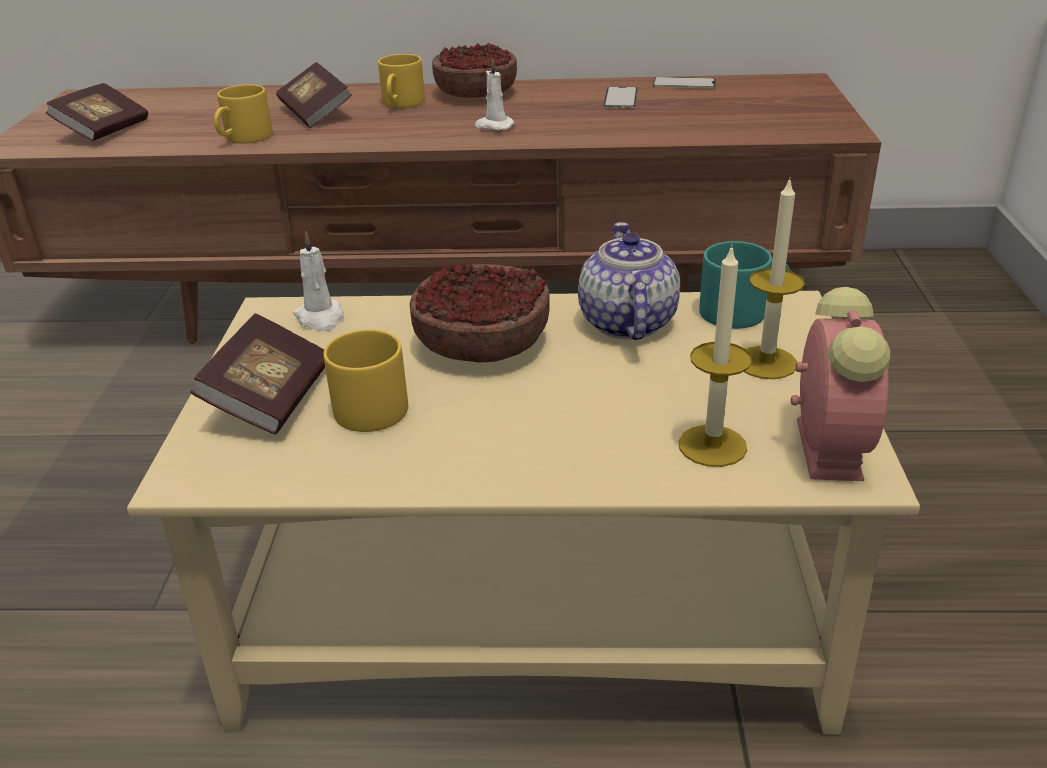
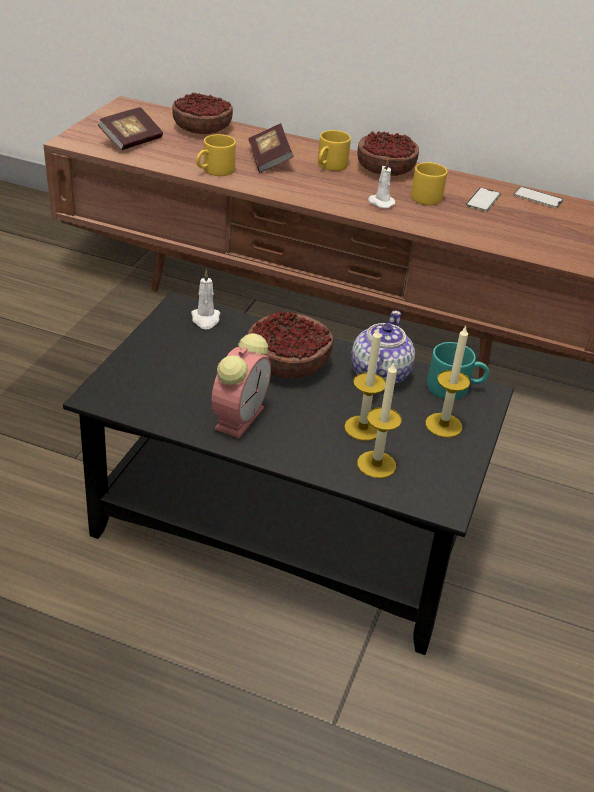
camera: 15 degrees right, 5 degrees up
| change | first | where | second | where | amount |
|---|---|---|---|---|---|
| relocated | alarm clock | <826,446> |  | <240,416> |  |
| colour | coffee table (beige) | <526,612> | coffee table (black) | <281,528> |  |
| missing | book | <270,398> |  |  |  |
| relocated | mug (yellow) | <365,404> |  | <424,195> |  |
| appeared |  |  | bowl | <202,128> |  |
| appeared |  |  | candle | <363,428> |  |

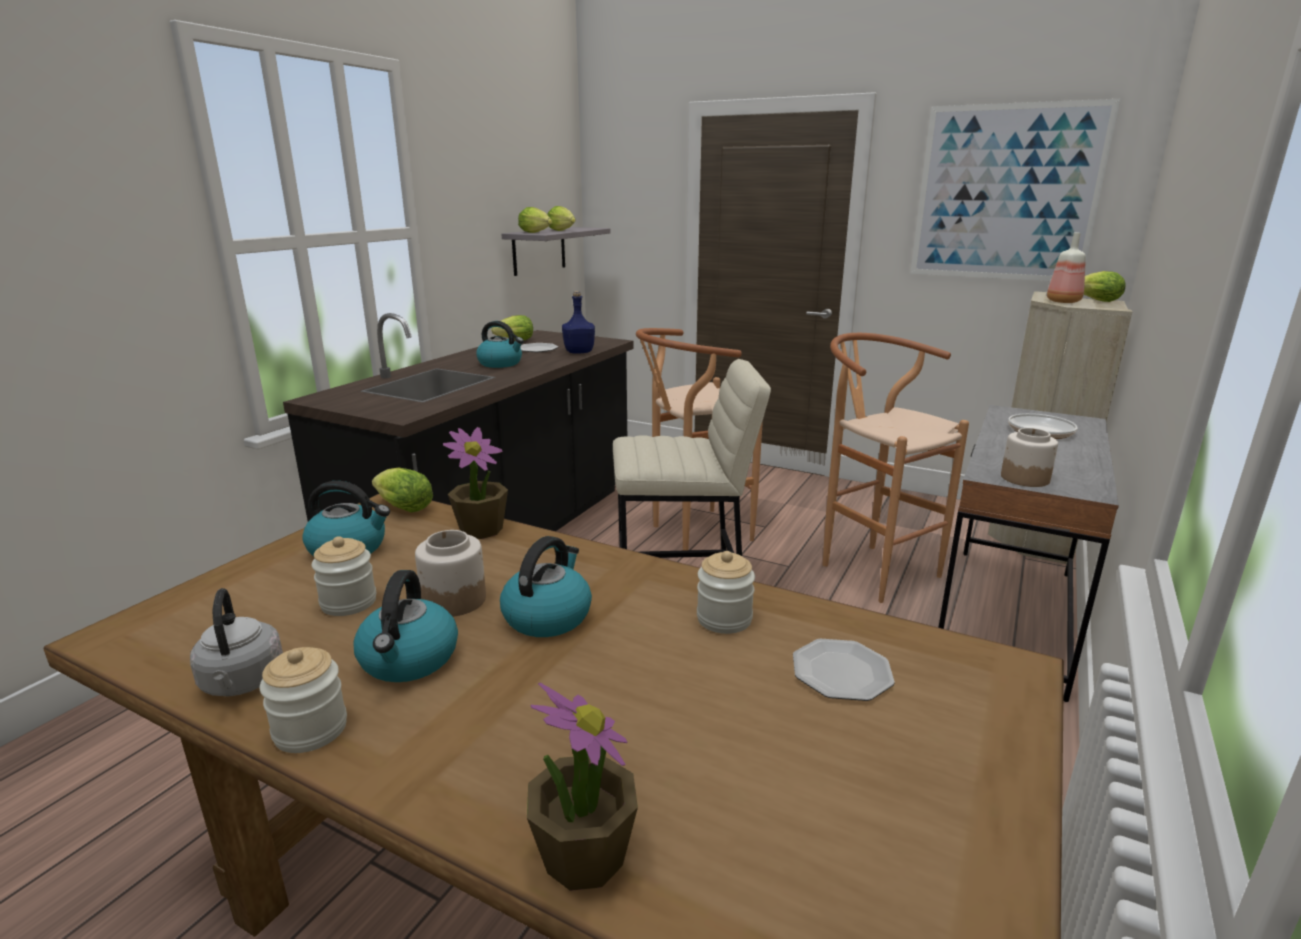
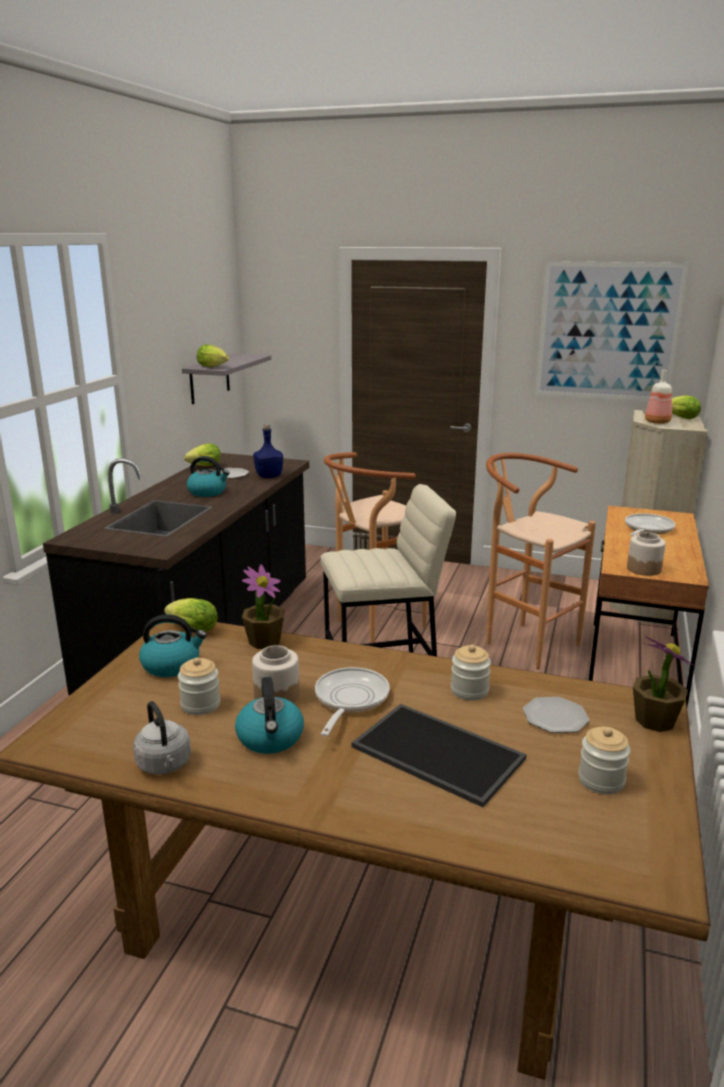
camera: 10 degrees left, 0 degrees up
| change | first | where | second | where | amount |
|---|---|---|---|---|---|
| missing | lettuce | <563,231> |  |  |  |
| colour | desk (grey) | <1006,616> | desk (brown) | <632,671> |  |
| exchanged | kettle | <547,616> | frying pan | <349,700> |  |
| relocated | jar | <310,730> |  | <601,780> |  |
| relocated | potted plant | <583,855> |  | <654,720> |  |
| appeared |  |  | tray | <435,753> |  |

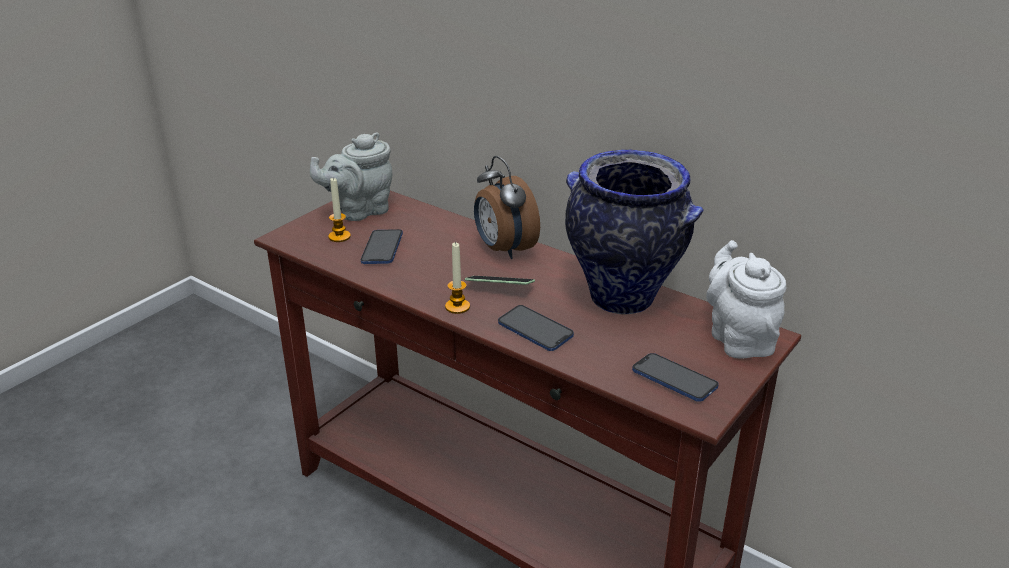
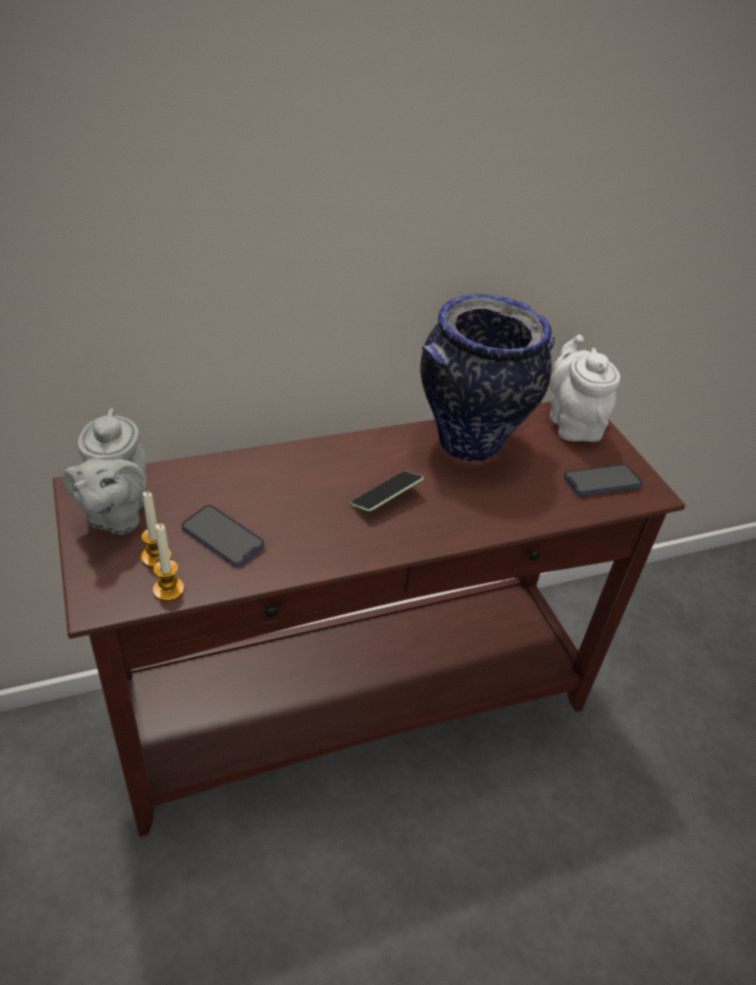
camera: 60 degrees left, 10 degrees up
| change | first | where | second | where | amount |
|---|---|---|---|---|---|
| missing | alarm clock | <503,249> |  |  |  |
| spun | teapot (white) | <738,338> |  | <572,423> | 60 degrees clockwise |
| relocated | candle | <457,307> |  | <168,590> |  |
| missing | phone | <535,330> |  |  |  |

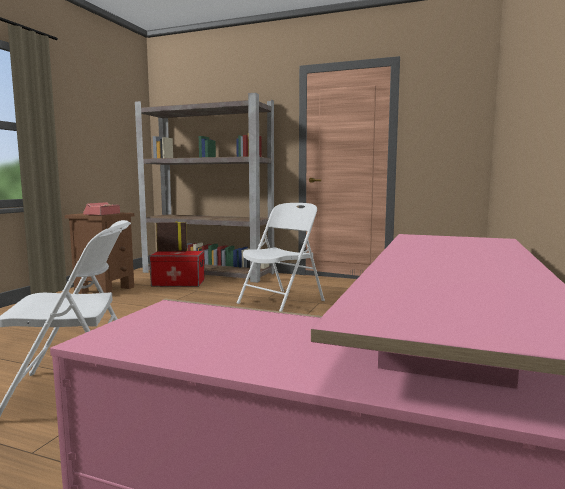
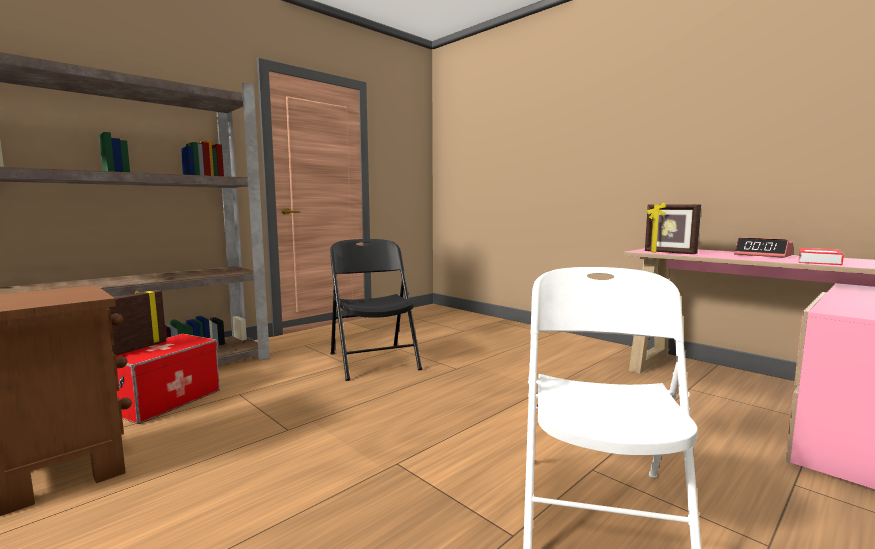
camera: 65 degrees left, 0 degrees up
| change | first | where | second | where | amount |
|---|---|---|---|---|---|
| relocated | alarm clock | <102,214> |  | <763,255> |  |
| colour | chair (white) | <281,302> | chair (black) | <374,361> |  |
| appeared |  |  | picture frame | <669,253> |  |
| appeared |  |  | book | <818,261> |  |

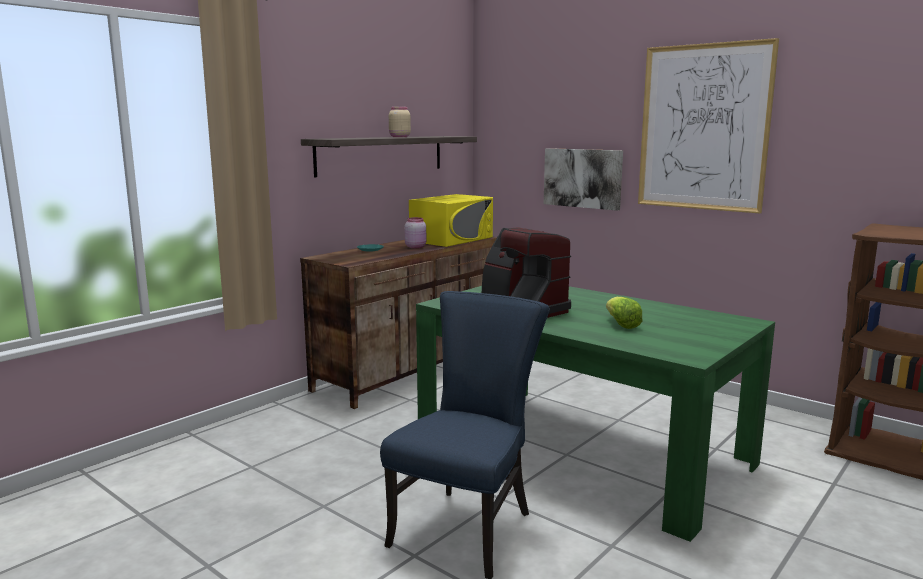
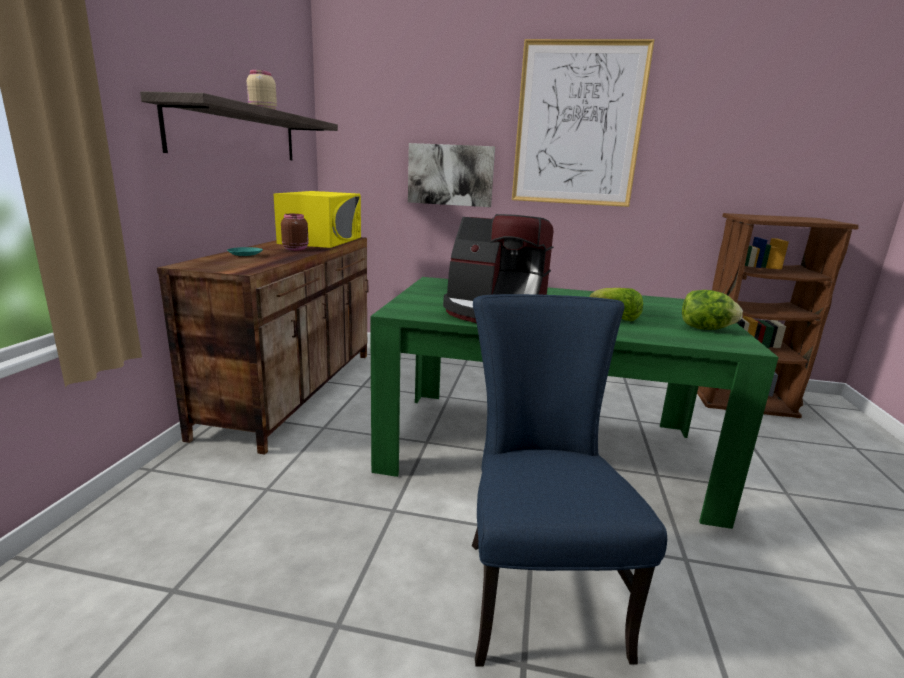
camera: 30 degrees left, 5 degrees up
| change | first | where | second | where | amount |
|---|---|---|---|---|---|
| colour | jar (pink) | <416,247> | jar (brown) | <295,249> |  |
| appeared |  |  | lettuce | <705,329> |  |

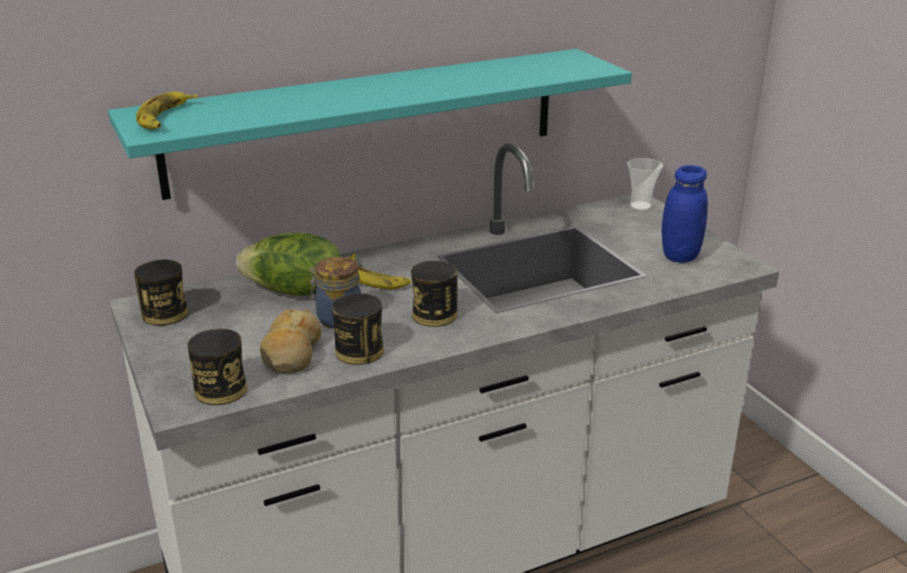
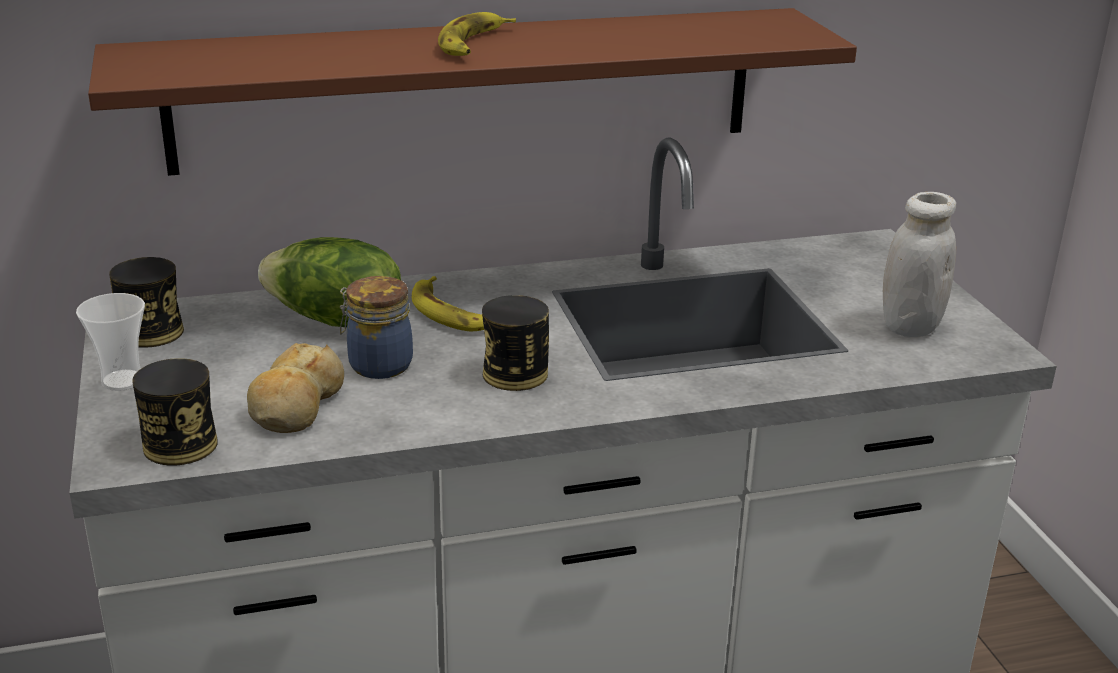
camera: 10 degrees right, 0 degrees up
| change | first | where | second | where | amount |
|---|---|---|---|---|---|
| colour | shelf (turquoise) | <367,121> | shelf (brown) | <467,89> |  |
| relocated | banana | <165,117> |  | <473,44> |  |
| relocated | cup | <640,206> |  | <122,381> |  |
| colour | jar (blue) | <680,255> | jar (white) | <910,326> |  |
| missing | can | <359,351> |  |  |  |

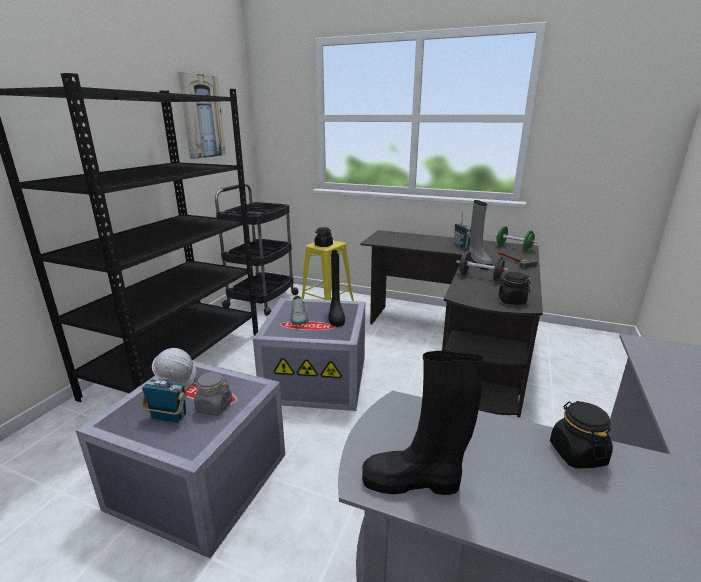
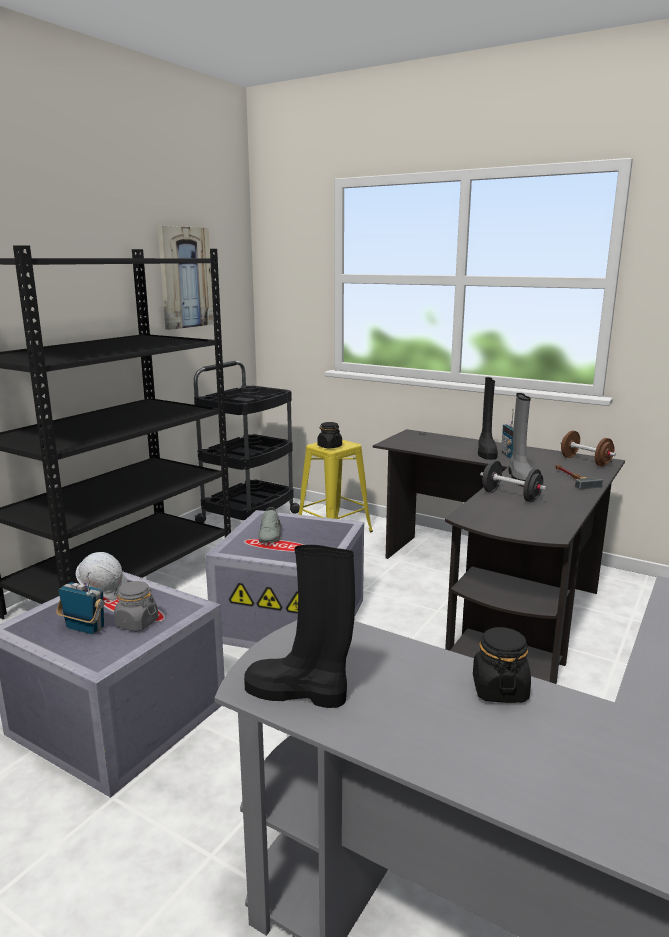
camera: 10 degrees right, 5 degrees down
| change | first | where | second | where | amount |
|---|---|---|---|---|---|
| colour | dumbbell (green) | <513,248> | dumbbell (brown) | <585,461> |  |
| relocated | boot (black) | <336,316> |  | <486,452> |  |
| missing | jar (black) | <511,301> |  |  |  |

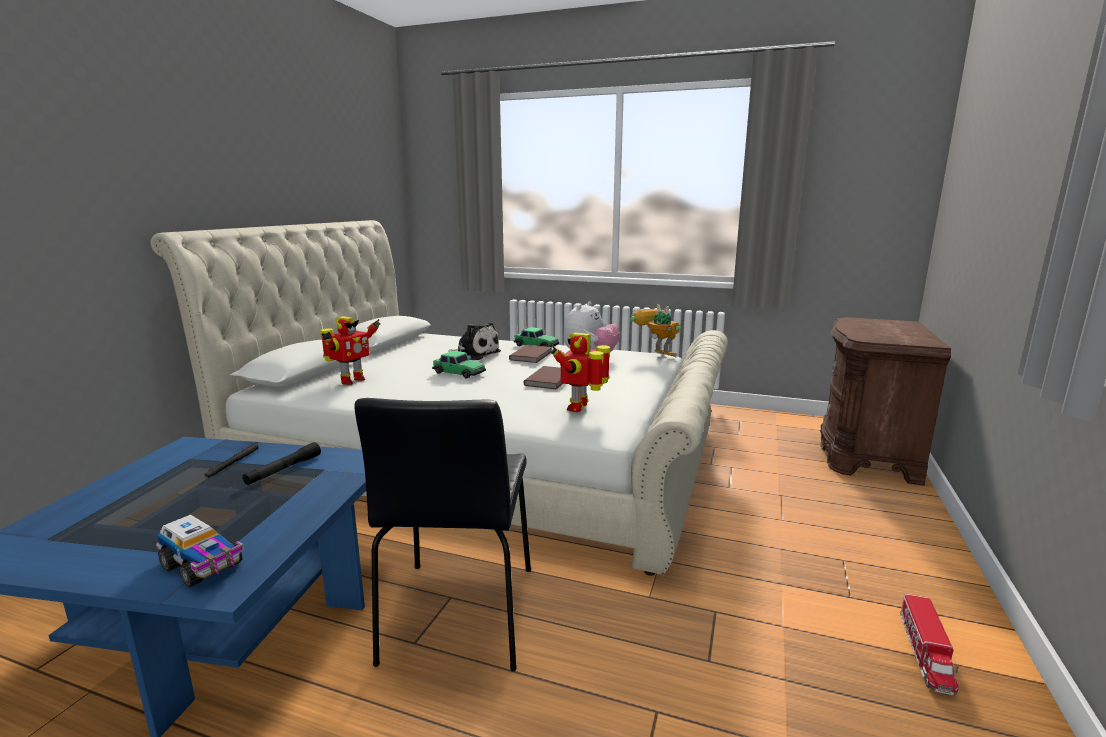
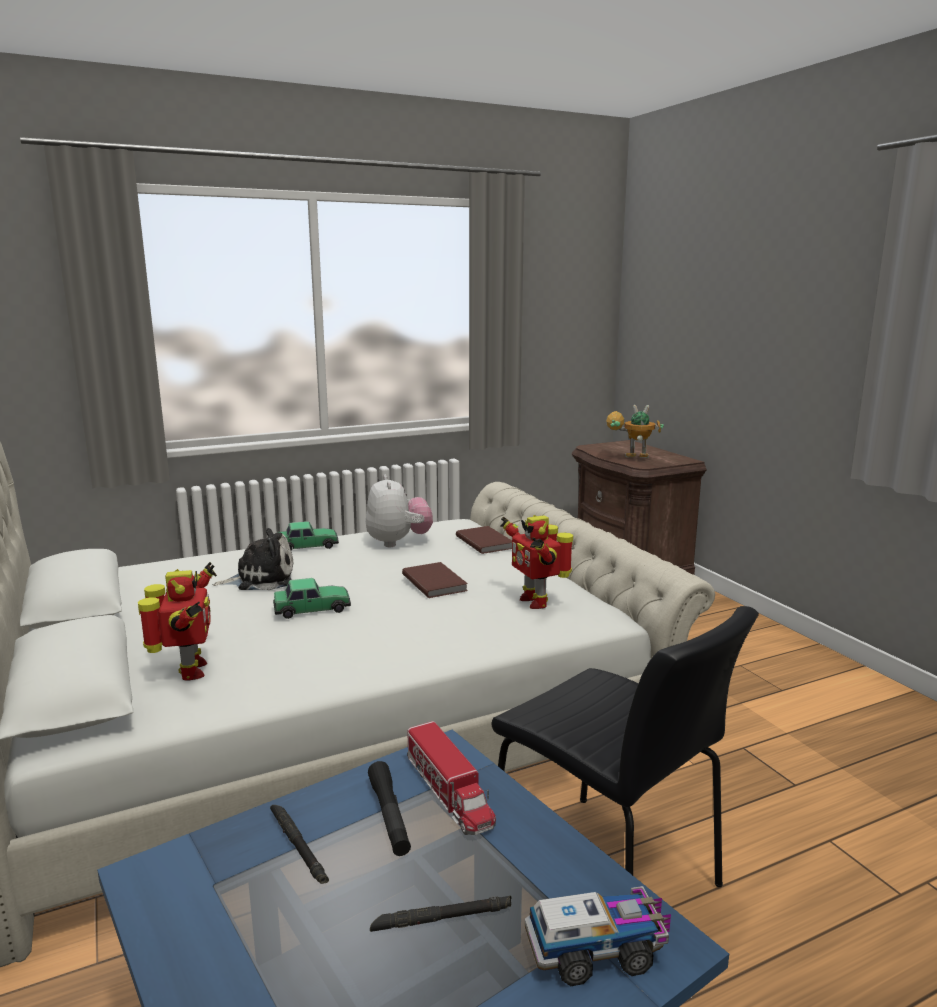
camera: 45 degrees left, 0 degrees up
| change | first | where | second | where | amount |
|---|---|---|---|---|---|
| relocated | toy robot | <655,355> |  | <627,460> |  |
| relocated | book (brown) | <532,355> |  | <485,542> |  |
| relocated | toy truck | <925,653> |  | <449,792> |  |
| appeared |  |  | flashlight (black) | <442,918> |  |

